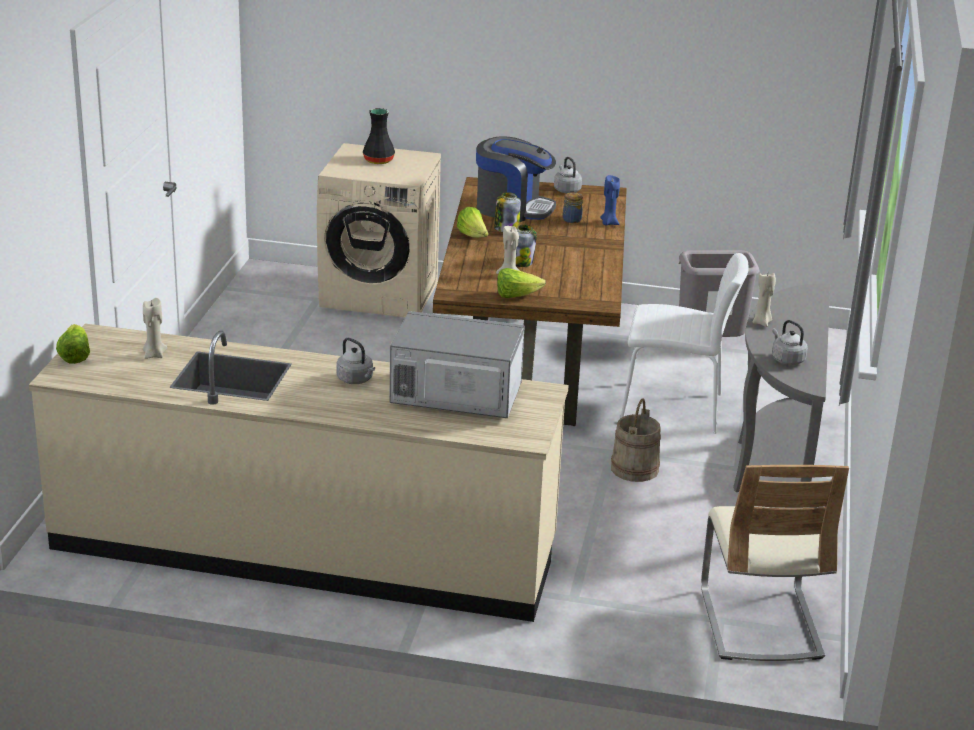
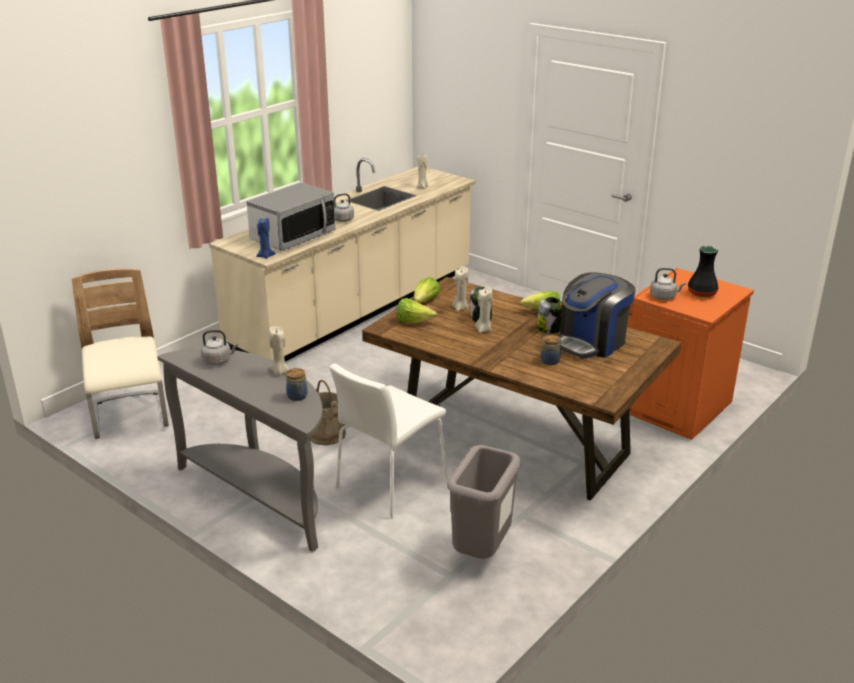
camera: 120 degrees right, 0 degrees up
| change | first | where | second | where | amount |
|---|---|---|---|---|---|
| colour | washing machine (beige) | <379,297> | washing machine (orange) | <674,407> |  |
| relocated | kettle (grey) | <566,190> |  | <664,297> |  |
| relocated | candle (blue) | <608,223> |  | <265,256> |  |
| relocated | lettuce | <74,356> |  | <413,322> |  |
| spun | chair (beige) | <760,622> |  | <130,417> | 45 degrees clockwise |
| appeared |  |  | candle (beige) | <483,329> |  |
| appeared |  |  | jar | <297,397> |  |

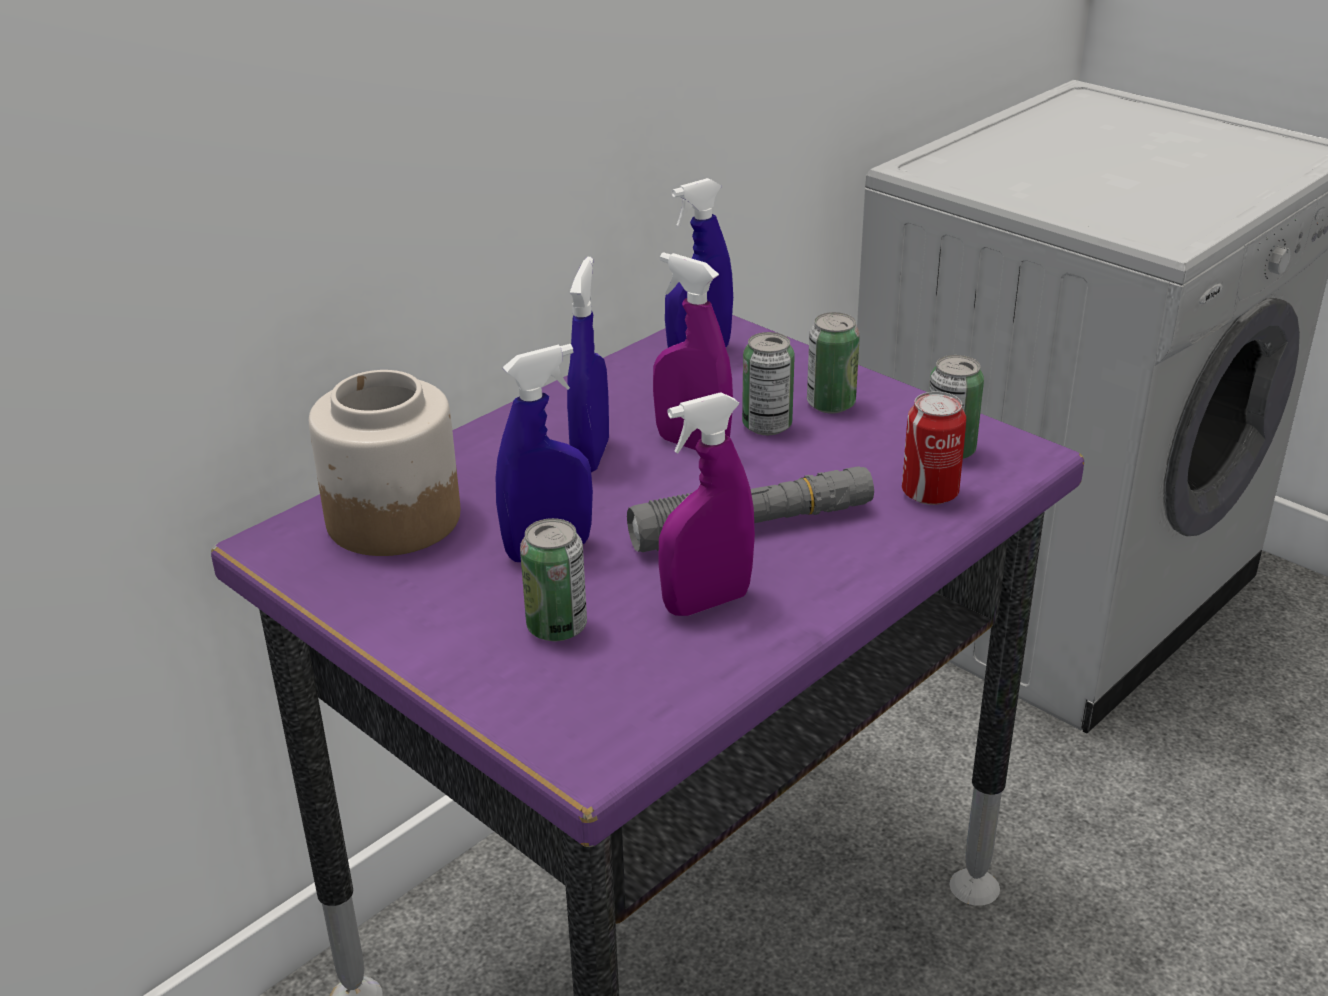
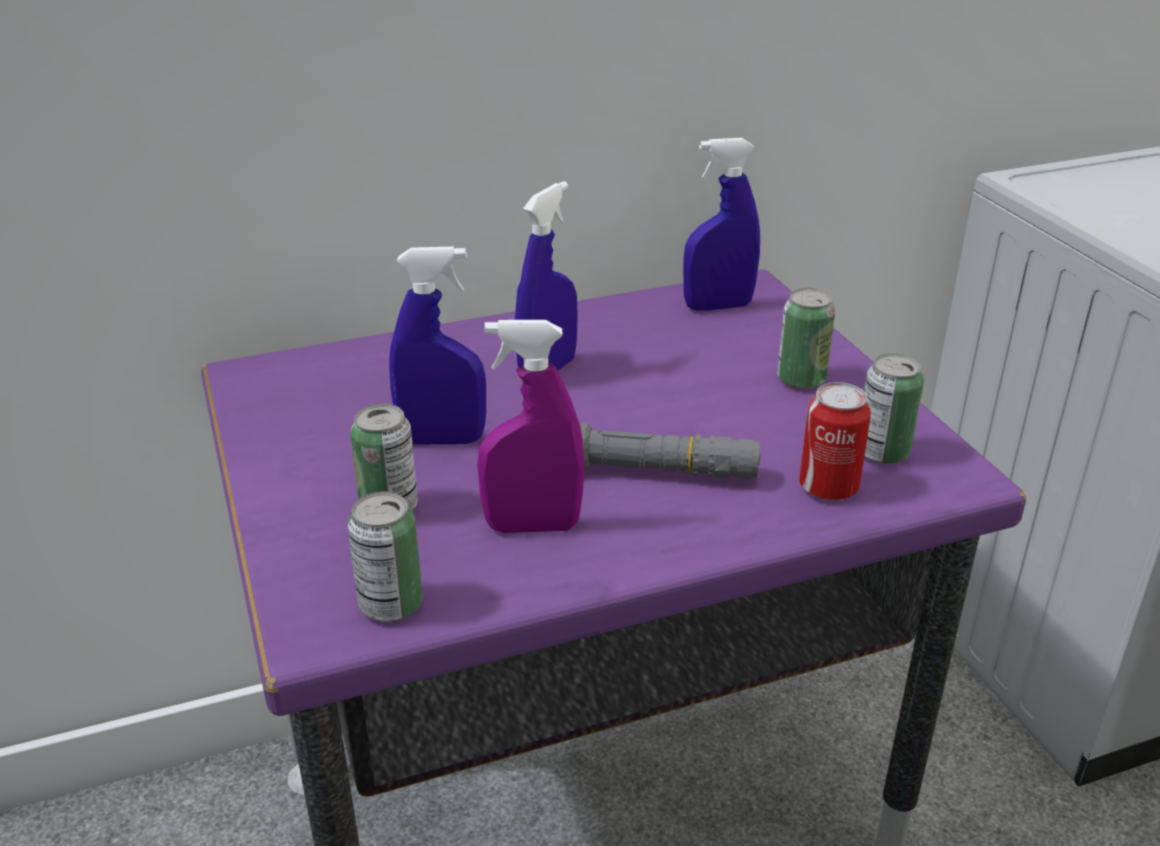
camera: 25 degrees right, 0 degrees up
| change | first | where | second | where | amount |
|---|---|---|---|---|---|
| missing | spray bottle (purple) | <692,444> |  |  |  |
| relocated | can | <767,426> |  | <391,605> |  |
| missing | jar | <392,518> |  |  |  |

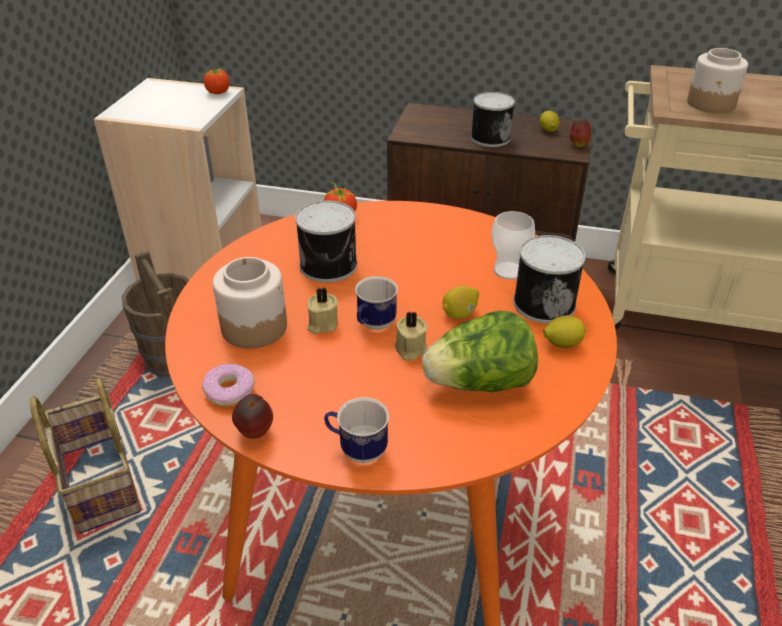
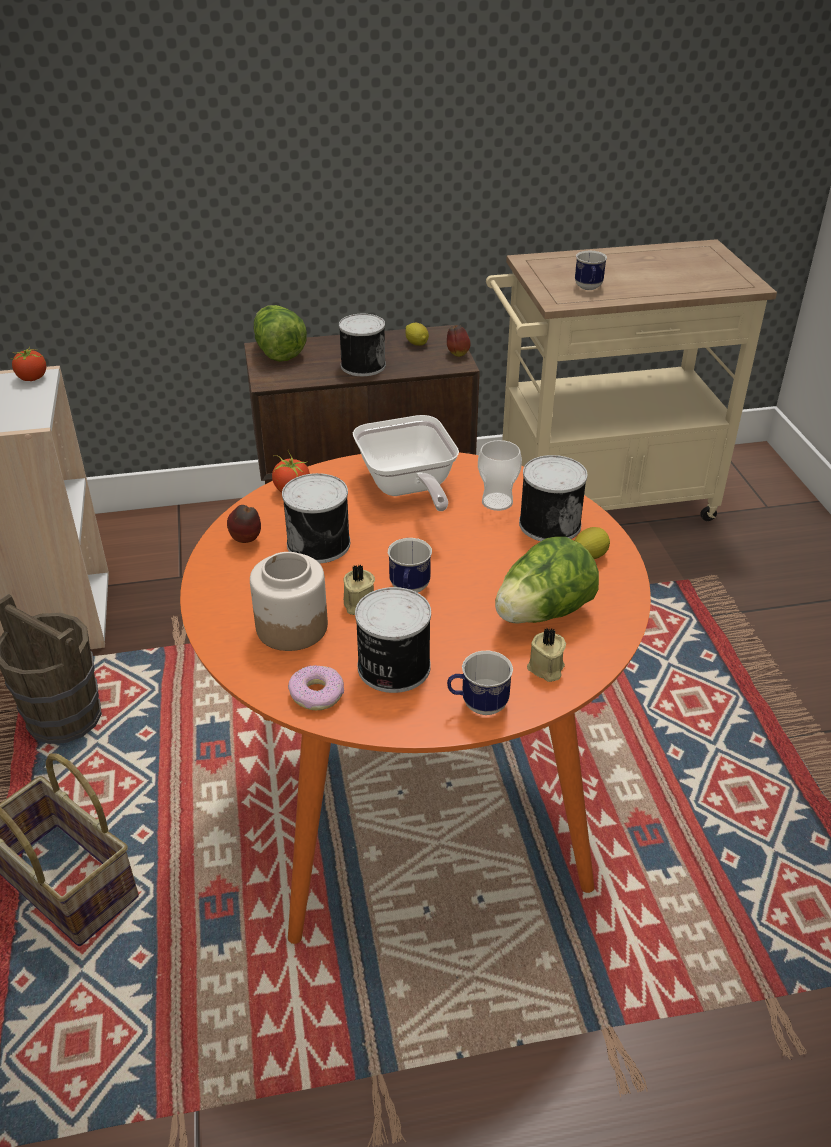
camera: 25 degrees left, 0 degrees up
| change | first | where | second | where | amount |
|---|---|---|---|---|---|
| exchanged | jar | <711,104> | mug | <588,288> |  |
| missing | lemon | <460,314> |  |  |  |
| relocated | candle (beige) | <409,349> |  | <546,668> |  |
| relocated | apple | <255,434> |  | <246,541> |  |
| appeared |  |  | lettuce | <278,352> |  |
| appeared |  |  | frying pan | <408,488> |  |
| appeared |  |  | can | <392,667> |  |

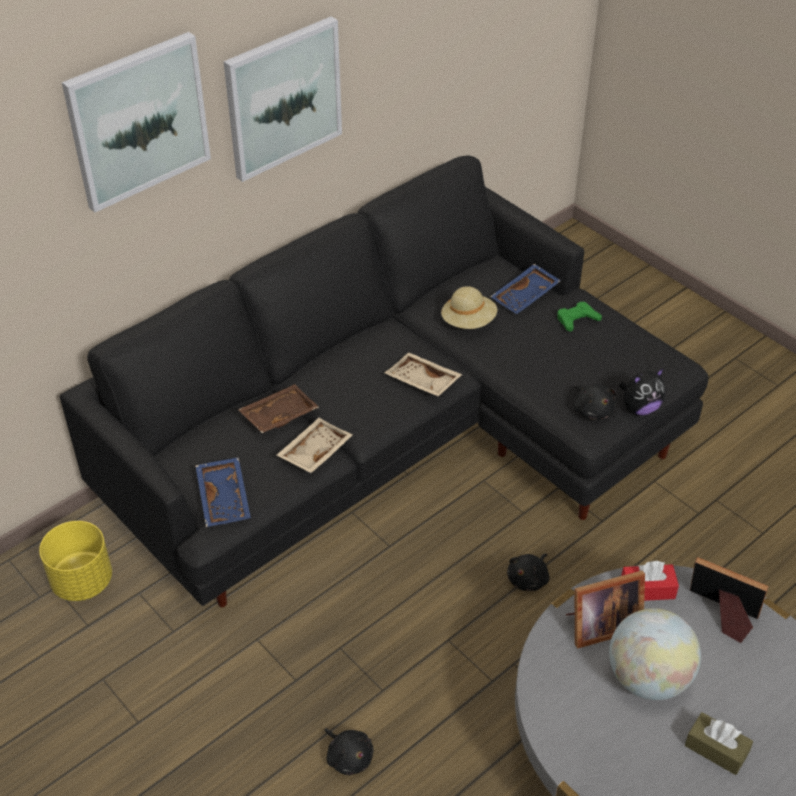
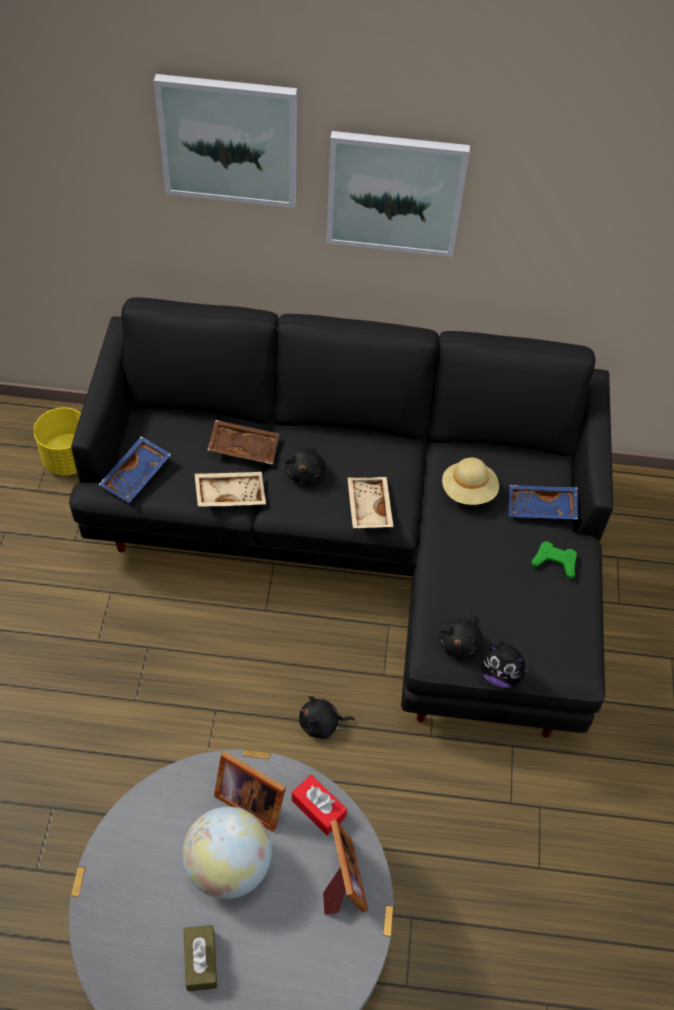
camera: 45 degrees right, 10 degrees up
| change | first | where | second | where | amount |
|---|---|---|---|---|---|
| relocated | plush toy (black) | <349,757> |  | <305,471> |  |

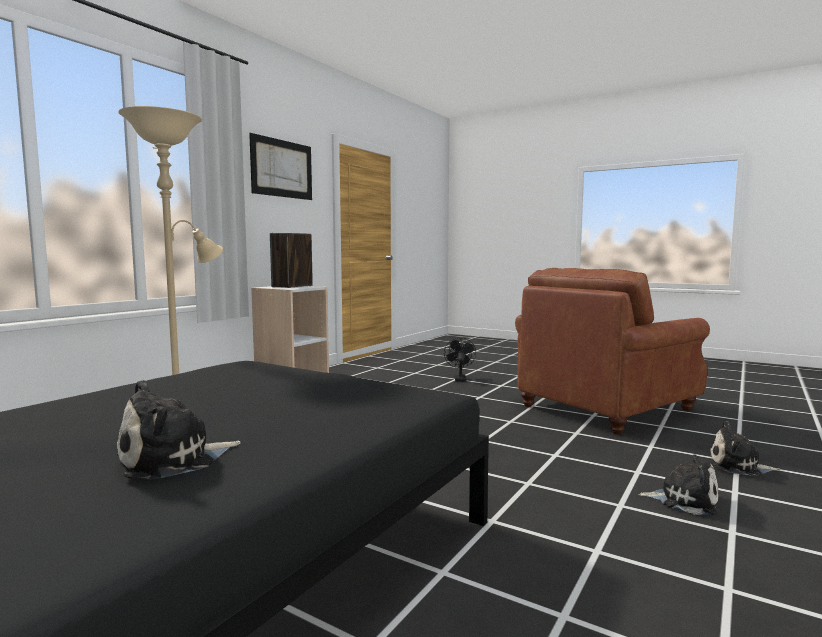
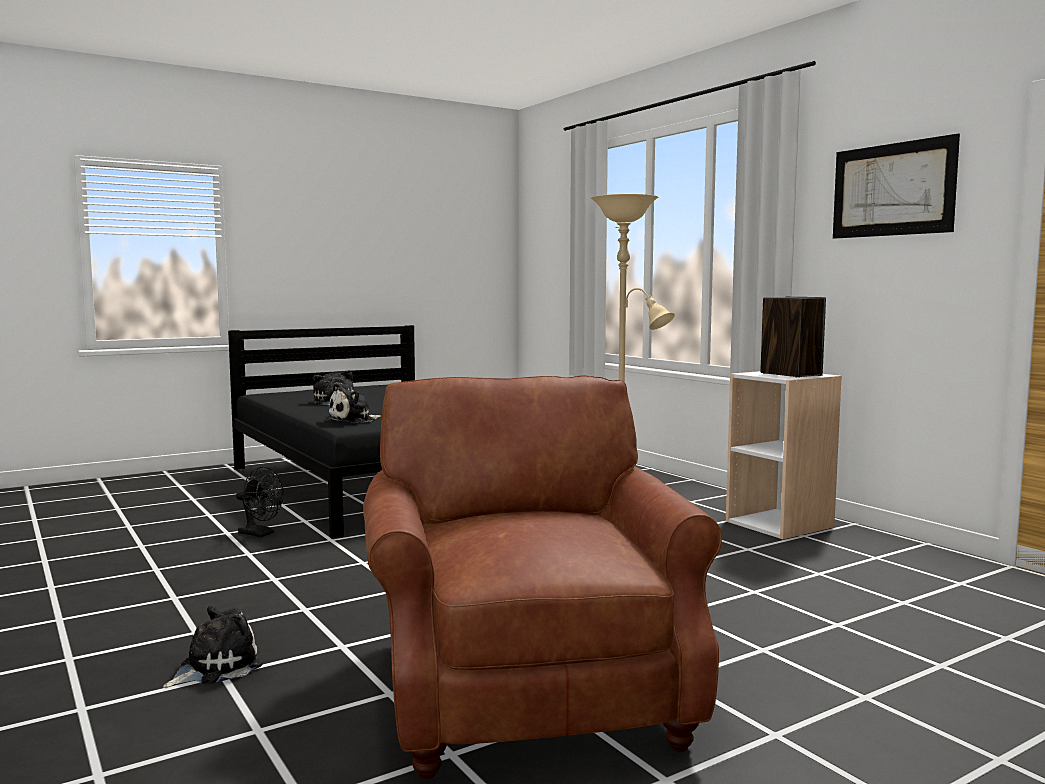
camera: 115 degrees right, 0 degrees up
| change | first | where | second | where | amount |
|---|---|---|---|---|---|
| relocated | fan (black) | <459,378> |  | <260,533> |  |
| relocated | plush toy | <684,500> |  | <354,420> |  |

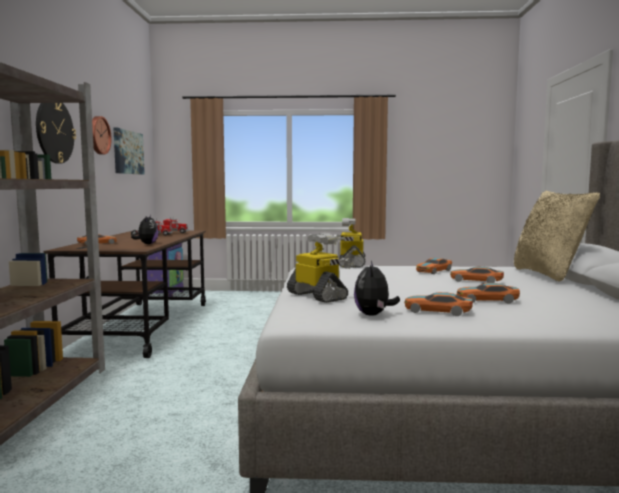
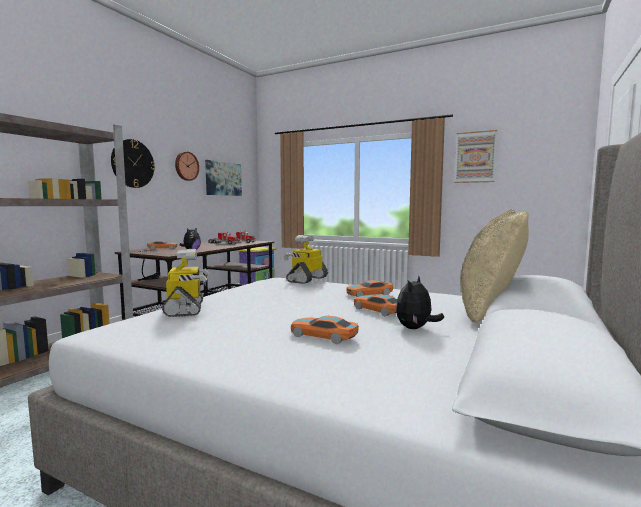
camera: 25 degrees right, 0 degrees up
| change | first | where | second | where | amount |
|---|---|---|---|---|---|
| relocated | plush toy | <373,315> |  | <415,328> |  |
| missing | toy car | <437,311> |  |  |  |
| appeared |  |  | picture | <475,157> |  |

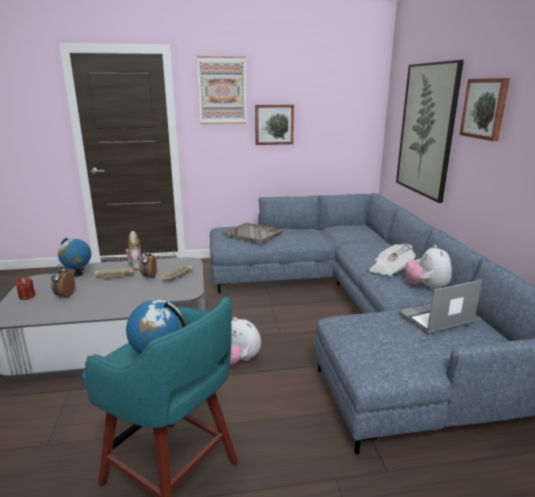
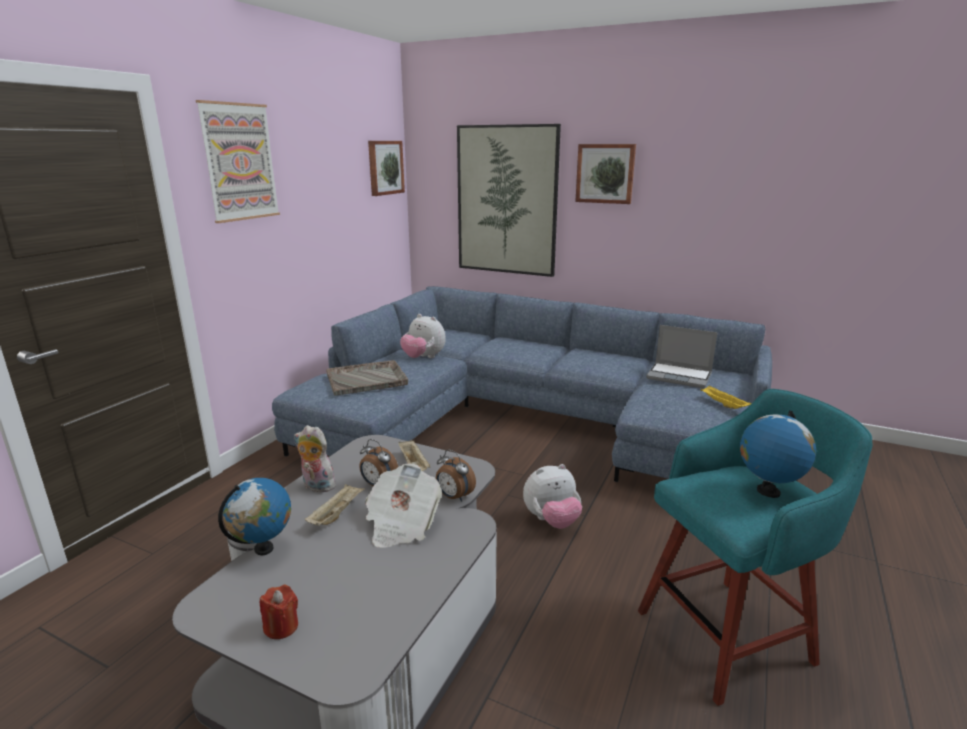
camera: 55 degrees left, 0 degrees up
| change | first | where | second | where | amount |
|---|---|---|---|---|---|
| relocated | picture | <274,124> |  | <385,167> |  |
| relocated | newspaper | <390,270> |  | <401,524> |  |
| relocated | plush toy | <426,287> |  | <423,358> |  |
| relocated | alarm clock | <64,295> |  | <454,497> |  |
| spun | laptop | <435,319> |  | <680,376> | 75 degrees counterclockwise |
| appeared |  |  | tray (yellow) | <722,404> |  |

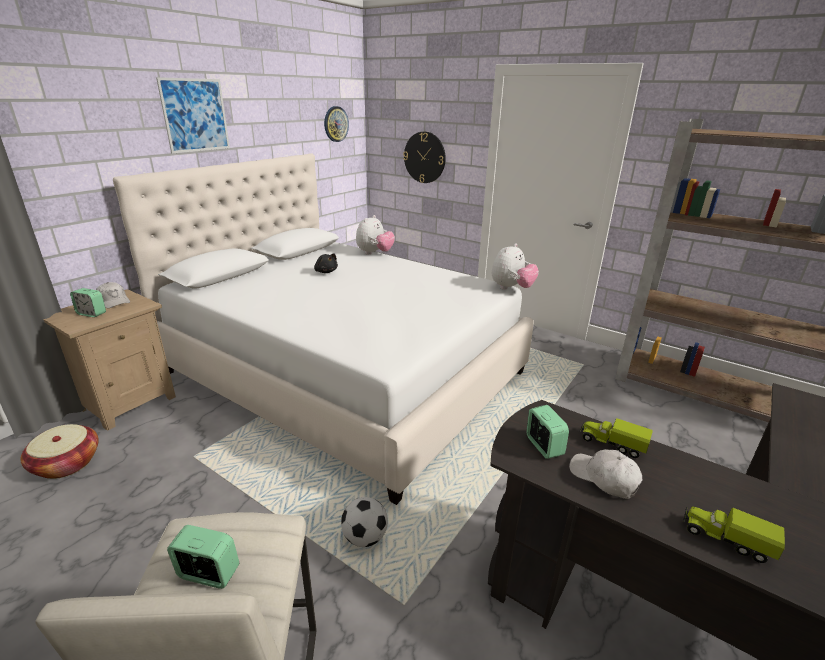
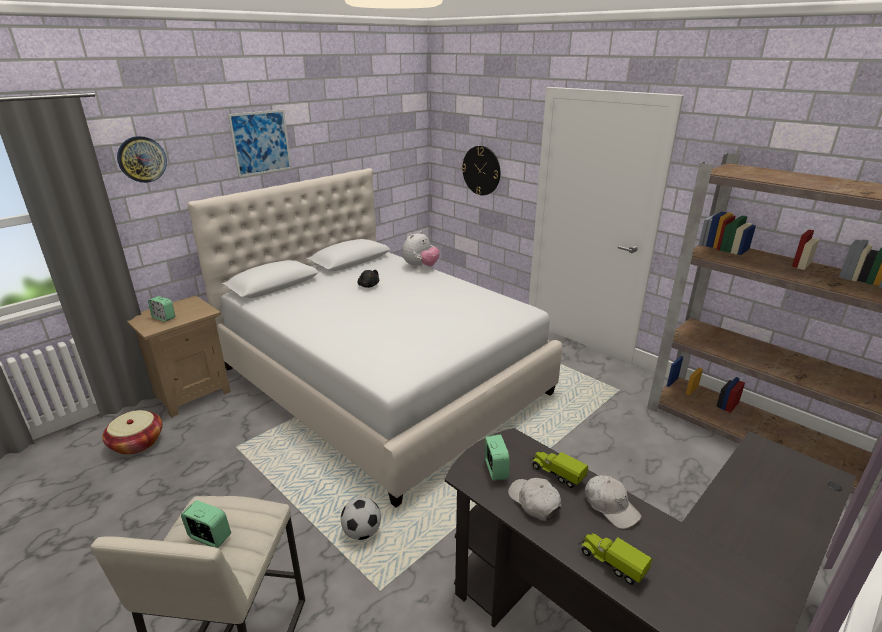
camera: 10 degrees right, 0 degrees up
| change | first | where | second | where | amount |
|---|---|---|---|---|---|
| relocated | wall clock | <335,124> |  | <142,159> |  |
| missing | plush toy | <511,288> |  |  |  |
| relocated | cap (white) | <114,301> |  | <610,506> |  |

